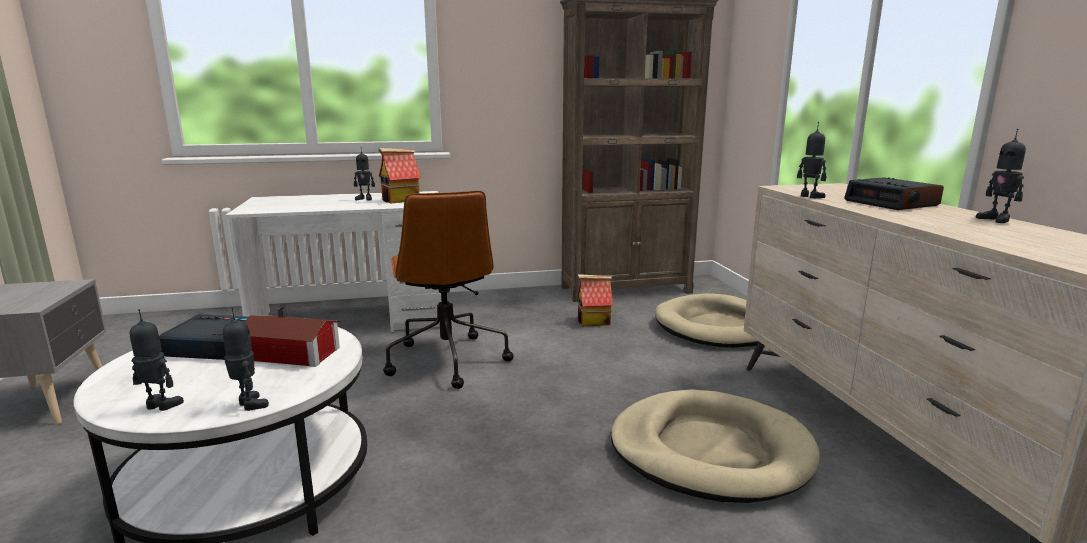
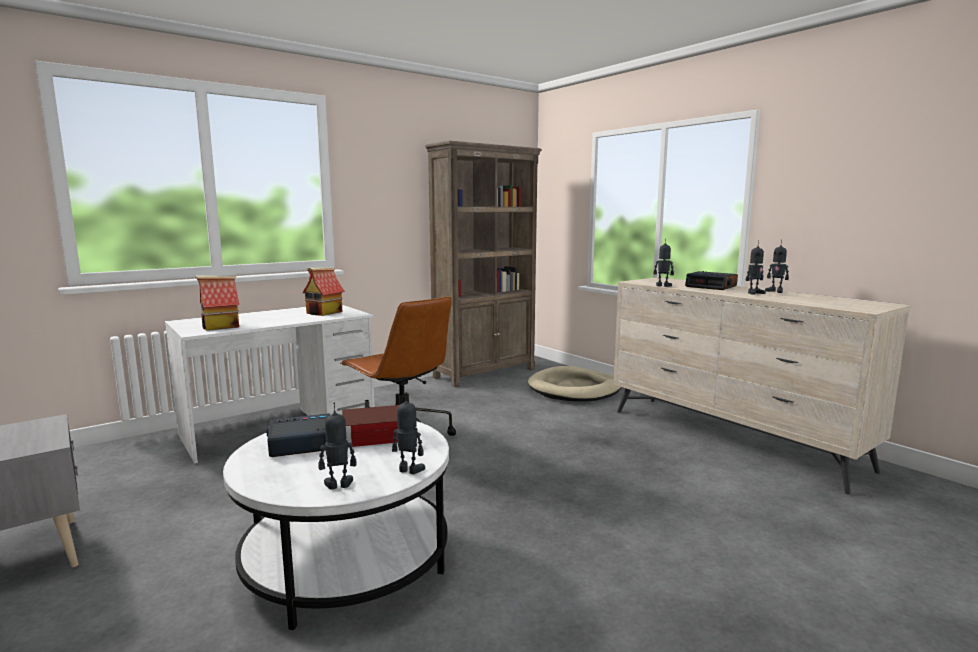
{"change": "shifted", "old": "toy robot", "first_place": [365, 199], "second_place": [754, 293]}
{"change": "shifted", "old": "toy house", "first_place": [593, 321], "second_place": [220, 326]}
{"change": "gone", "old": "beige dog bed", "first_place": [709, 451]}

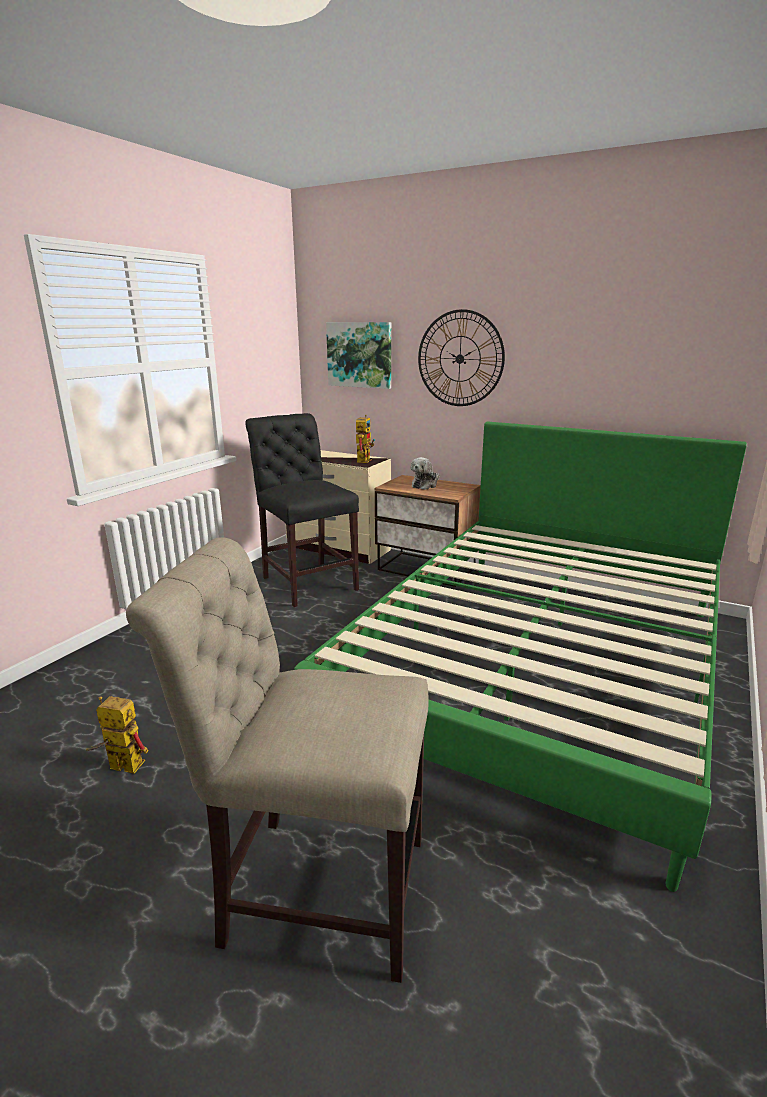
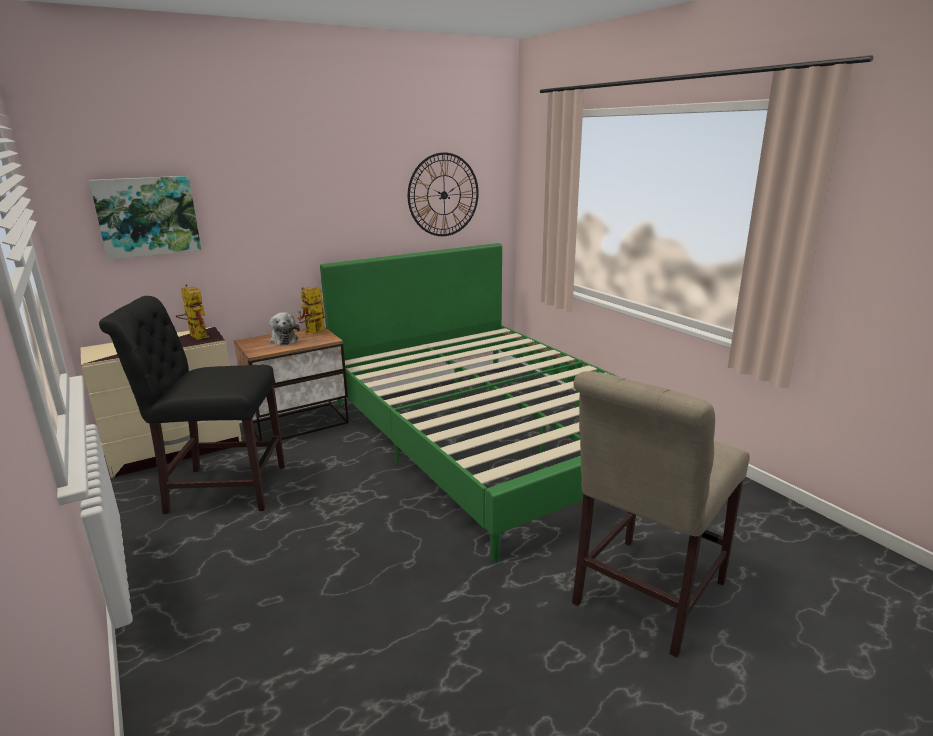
{"change": "shifted", "old": "wall clock", "first_place": [460, 359], "second_place": [443, 195]}
{"change": "shifted", "old": "toy robot", "first_place": [119, 766], "second_place": [312, 332]}

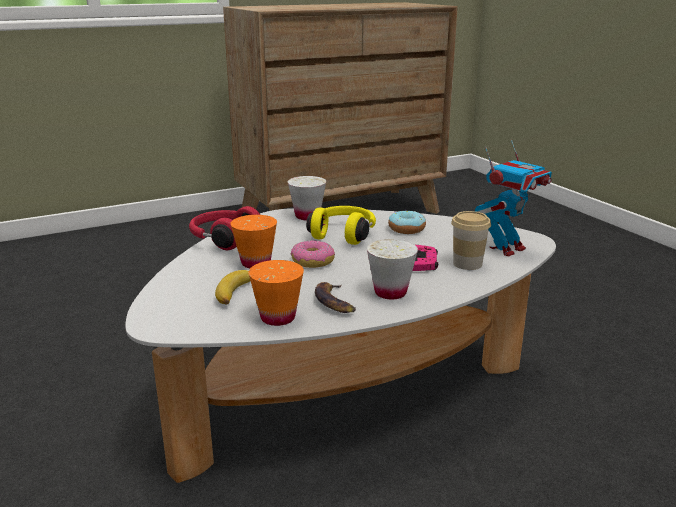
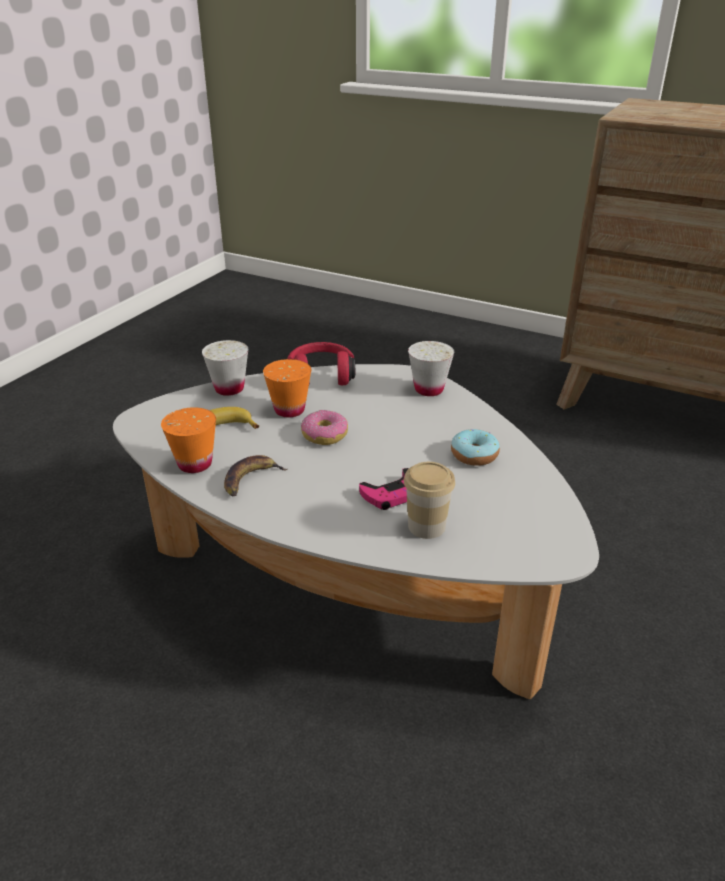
{"change": "gone", "old": "toy robot", "first_place": [507, 249]}
{"change": "gone", "old": "yellow headphones", "first_place": [343, 234]}
{"change": "shifted", "old": "white cup", "first_place": [390, 292], "second_place": [229, 389]}

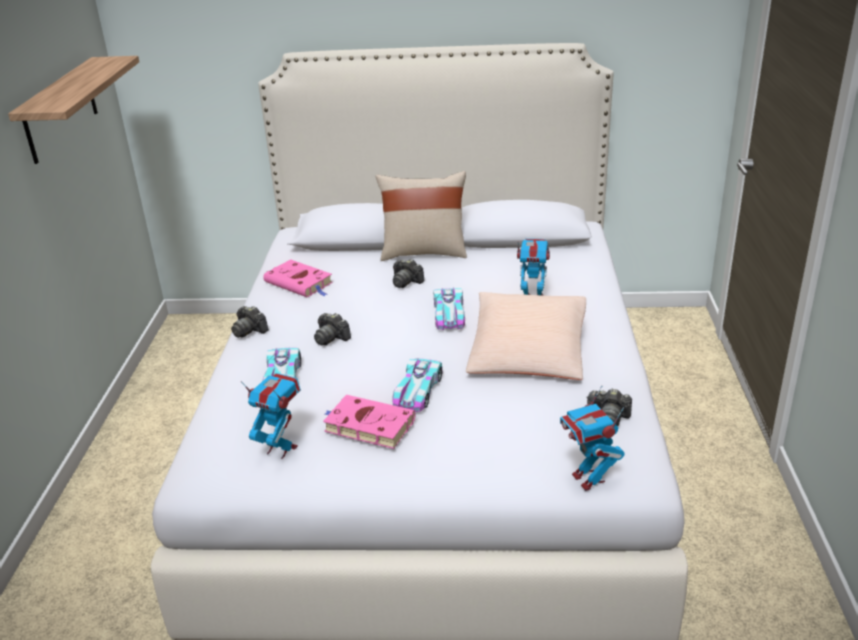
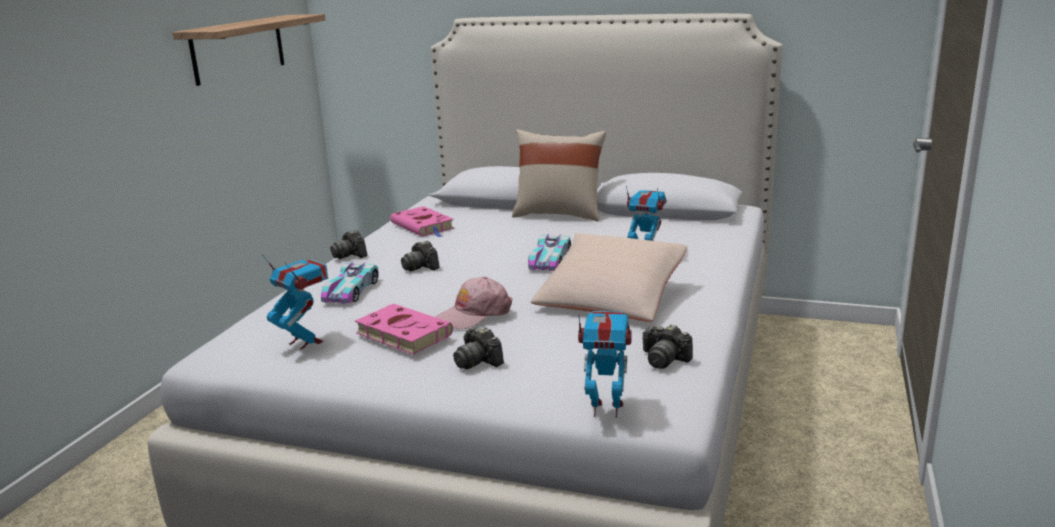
{"change": "shifted", "old": "photo camera", "first_place": [406, 282], "second_place": [478, 361]}
{"change": "swapped", "old": "toy car", "new": "pink cap", "first_place": [418, 390], "second_place": [474, 314]}
{"change": "rotated", "old": "toy robot", "first_place": [588, 479], "second_place": [606, 409], "degrees": 105}

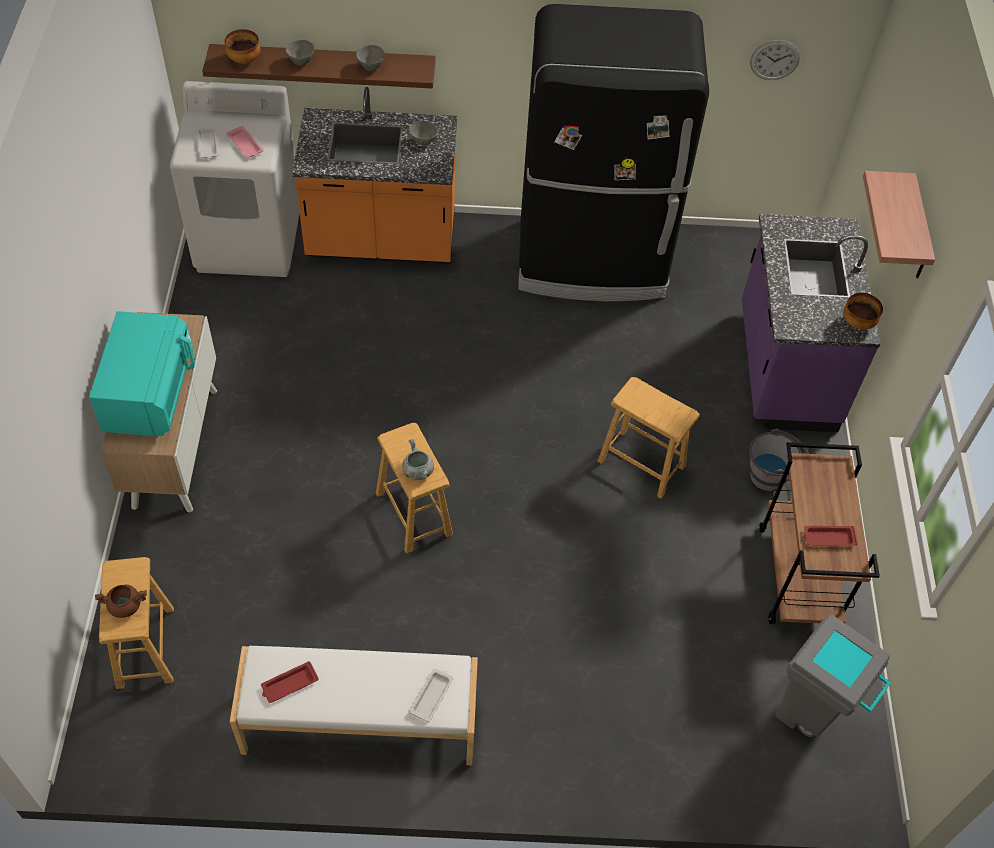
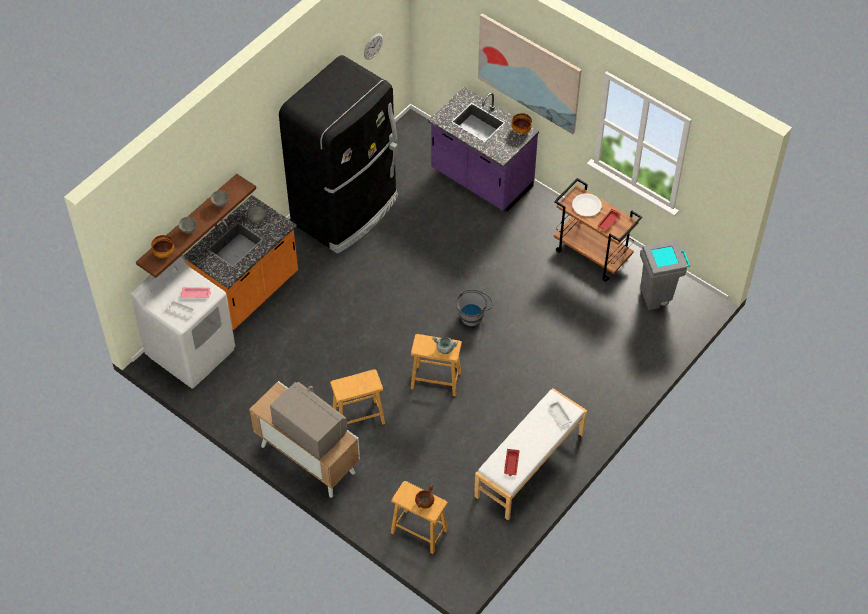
{"change": "swapped", "old": "shelf", "new": "picture", "first_place": [918, 231], "second_place": [529, 73]}
{"change": "repainted", "old": "turquoise microwave", "new": "grey microwave", "first_place": [150, 394], "second_place": [310, 429]}
{"change": "shifted", "old": "brown stool", "first_place": [641, 463], "second_place": [358, 417]}
{"change": "shifted", "old": "grey bucket", "first_place": [774, 477], "second_place": [473, 315]}
{"change": "new", "new": "white plate", "second_place": [586, 205]}

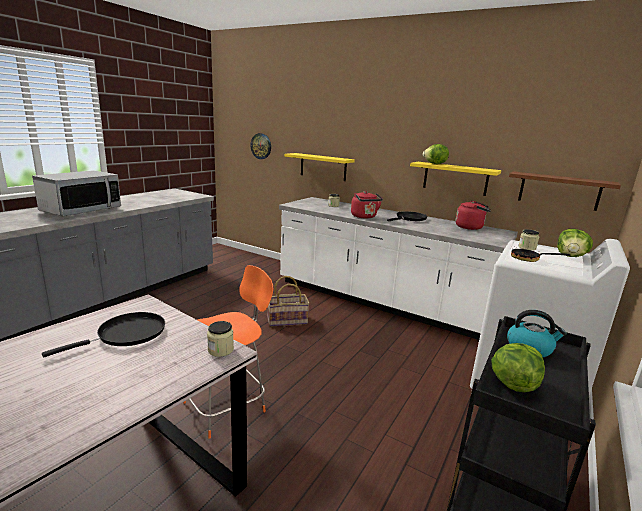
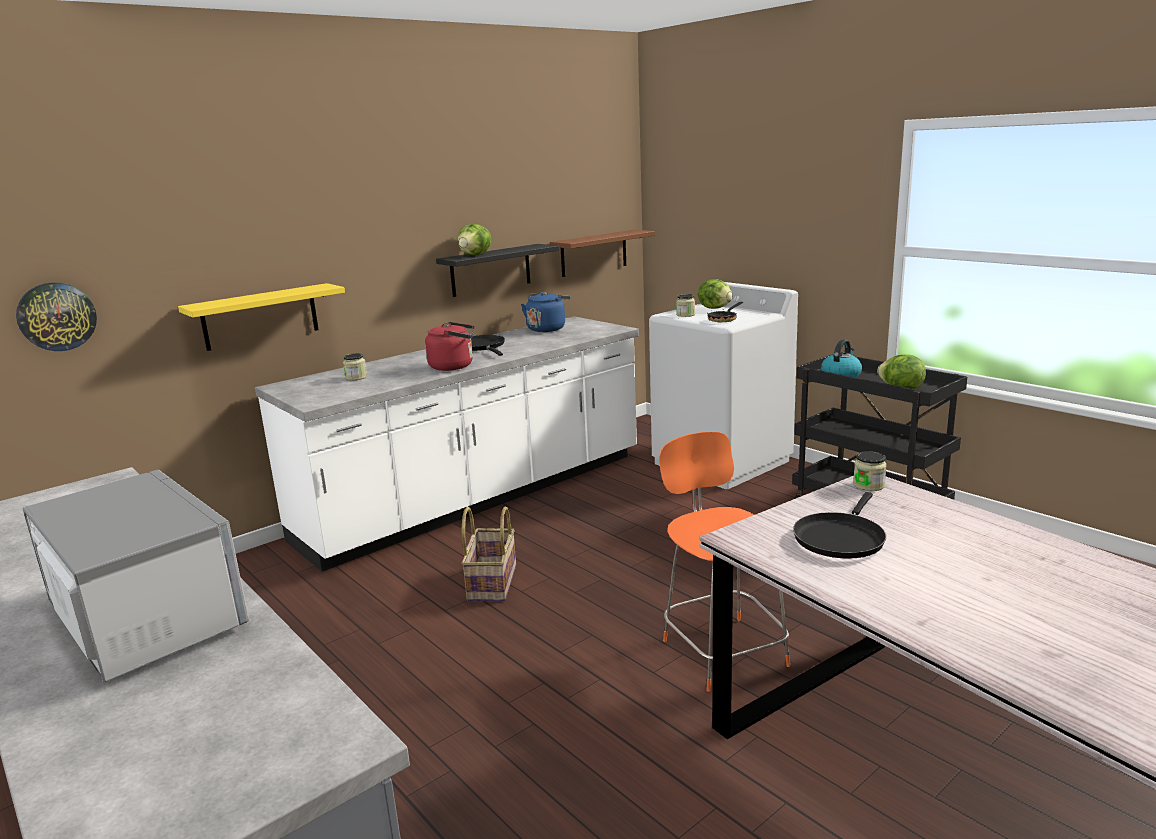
{"change": "repainted", "old": "yellow shelf", "new": "black shelf", "first_place": [455, 178], "second_place": [490, 270]}
{"change": "repainted", "old": "red kettle", "new": "blue kettle", "first_place": [470, 227], "second_place": [547, 329]}
{"change": "rotated", "old": "black frying pan", "first_place": [127, 334], "second_place": [840, 538], "degrees": -120}

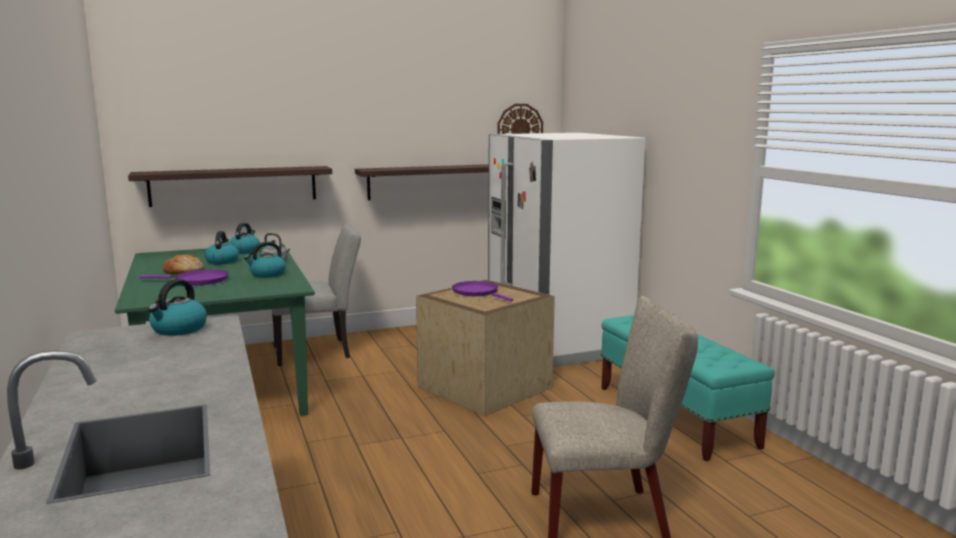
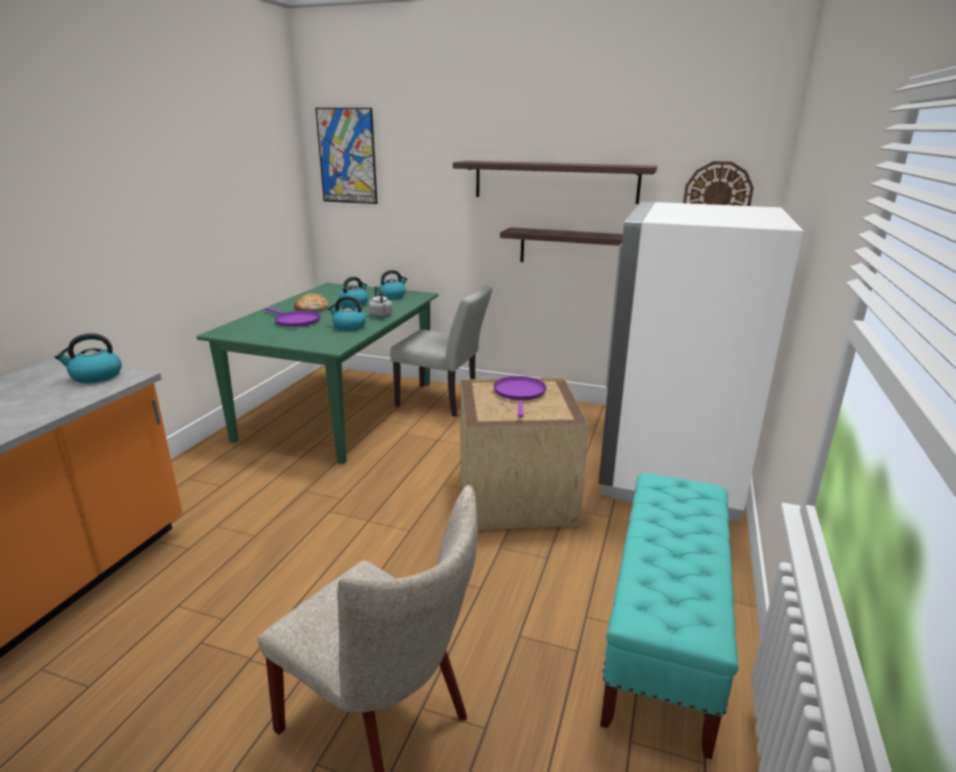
{"change": "shifted", "old": "shelf", "first_place": [234, 185], "second_place": [555, 181]}
{"change": "new", "new": "picture", "second_place": [347, 156]}

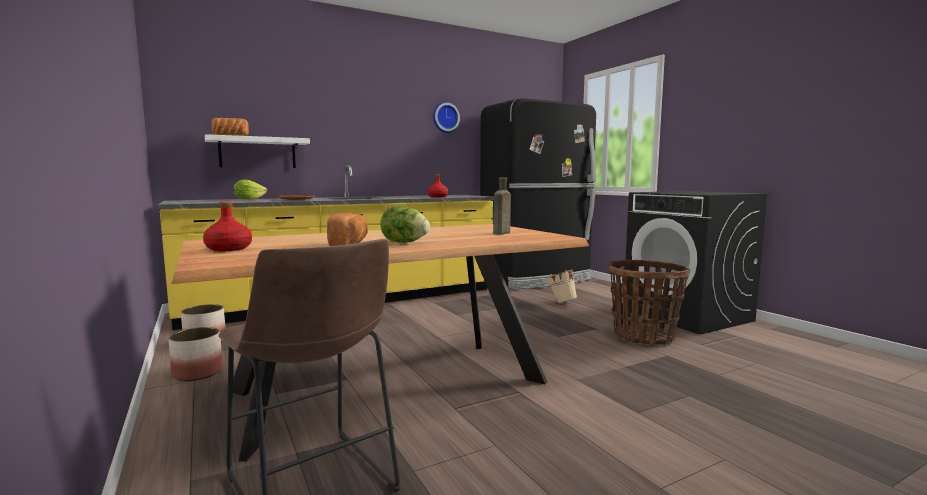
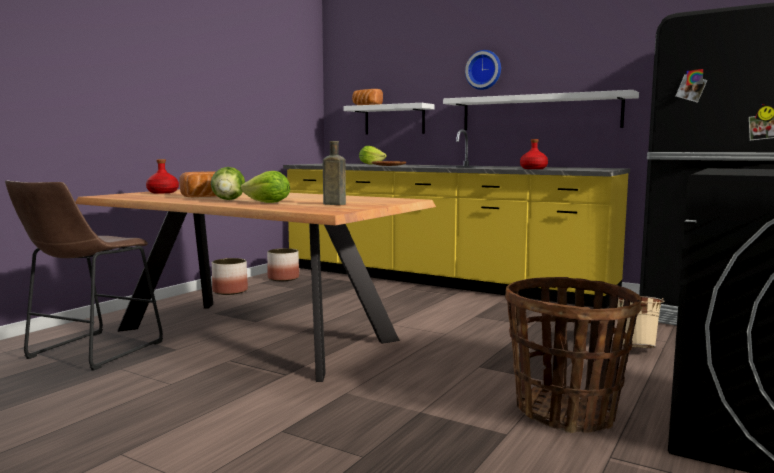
{"change": "shifted", "old": "wall clock", "first_place": [445, 117], "second_place": [484, 70]}
{"change": "new", "new": "white shelf", "second_place": [539, 112]}
{"change": "new", "new": "lettuce", "second_place": [268, 203]}

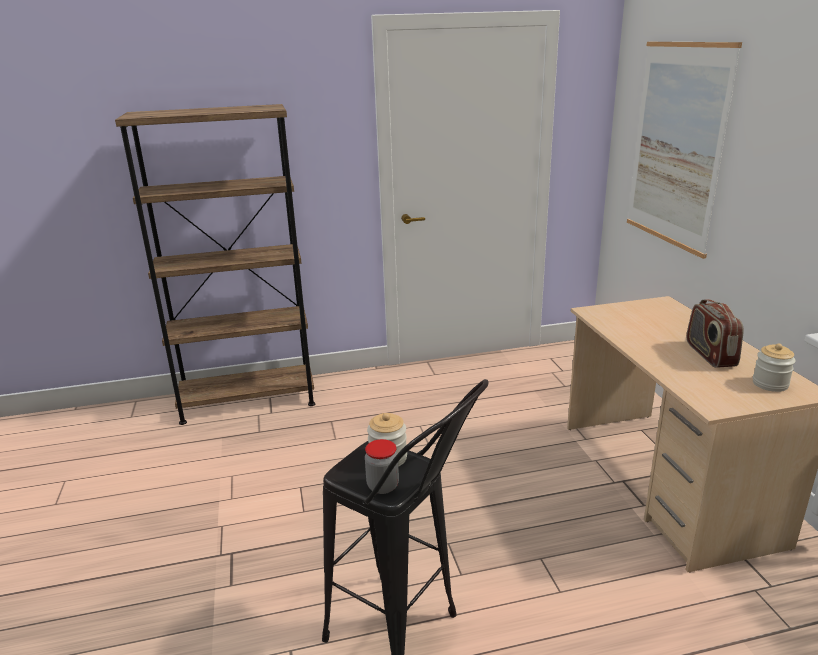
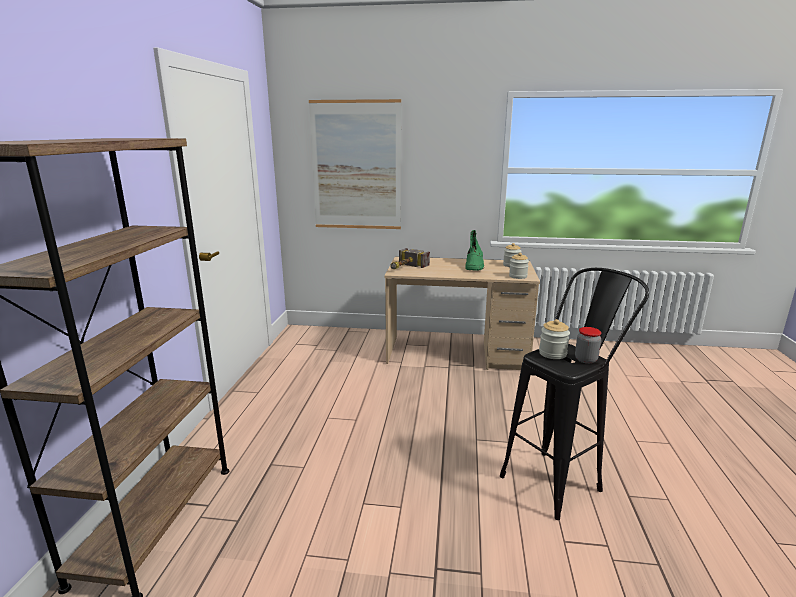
{"change": "swapped", "old": "radio", "new": "green boot", "first_place": [709, 355], "second_place": [474, 266]}
{"change": "new", "new": "hammer", "second_place": [405, 268]}
{"change": "new", "new": "jar", "second_place": [518, 276]}

